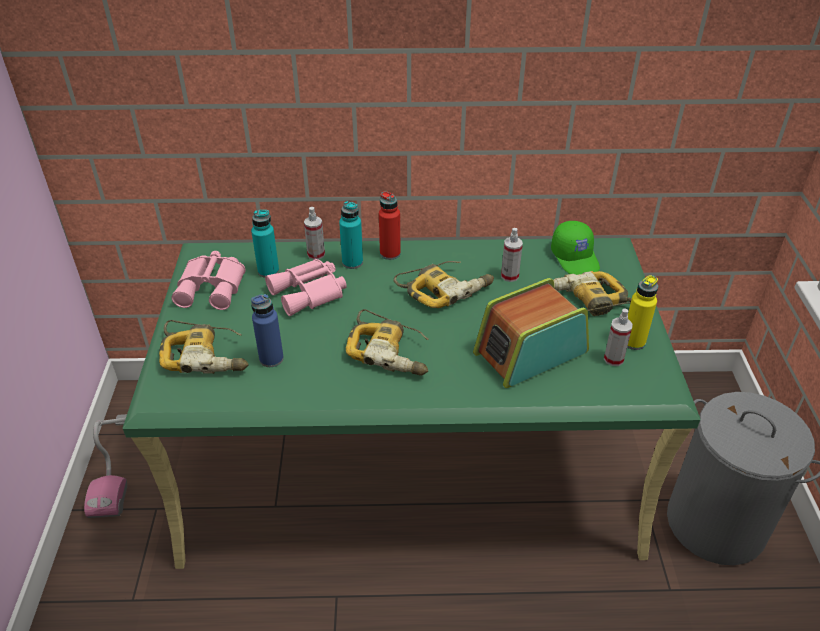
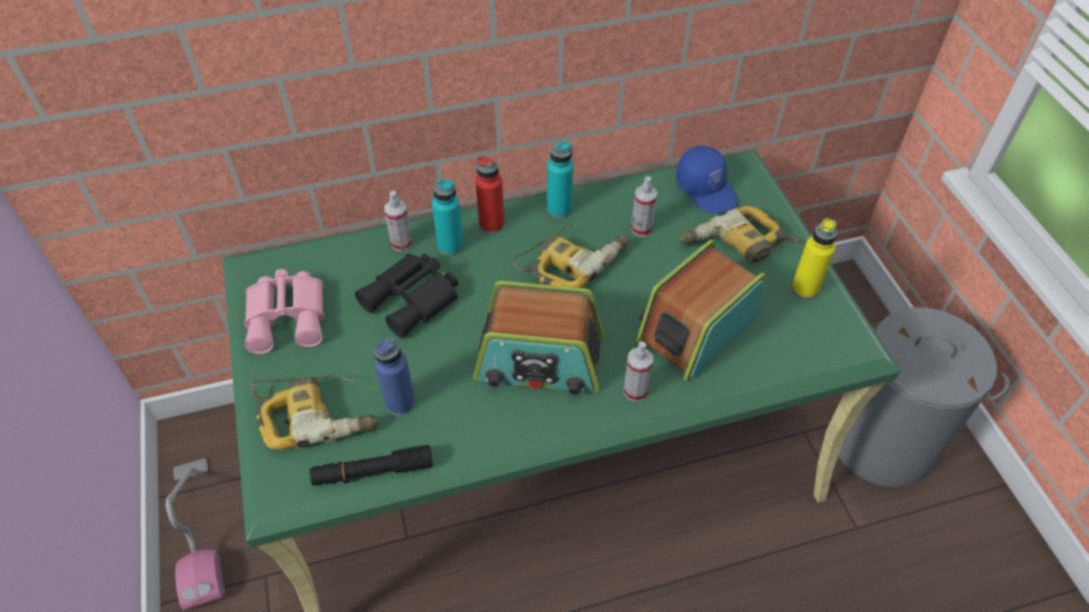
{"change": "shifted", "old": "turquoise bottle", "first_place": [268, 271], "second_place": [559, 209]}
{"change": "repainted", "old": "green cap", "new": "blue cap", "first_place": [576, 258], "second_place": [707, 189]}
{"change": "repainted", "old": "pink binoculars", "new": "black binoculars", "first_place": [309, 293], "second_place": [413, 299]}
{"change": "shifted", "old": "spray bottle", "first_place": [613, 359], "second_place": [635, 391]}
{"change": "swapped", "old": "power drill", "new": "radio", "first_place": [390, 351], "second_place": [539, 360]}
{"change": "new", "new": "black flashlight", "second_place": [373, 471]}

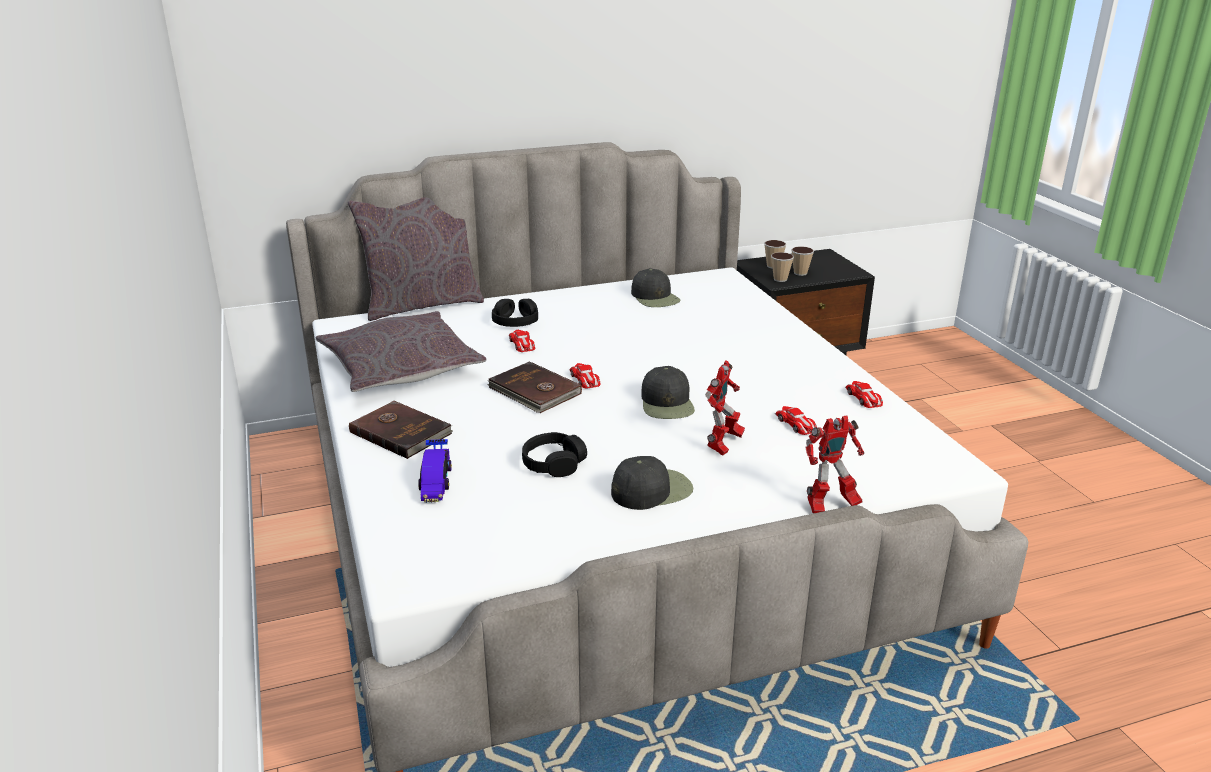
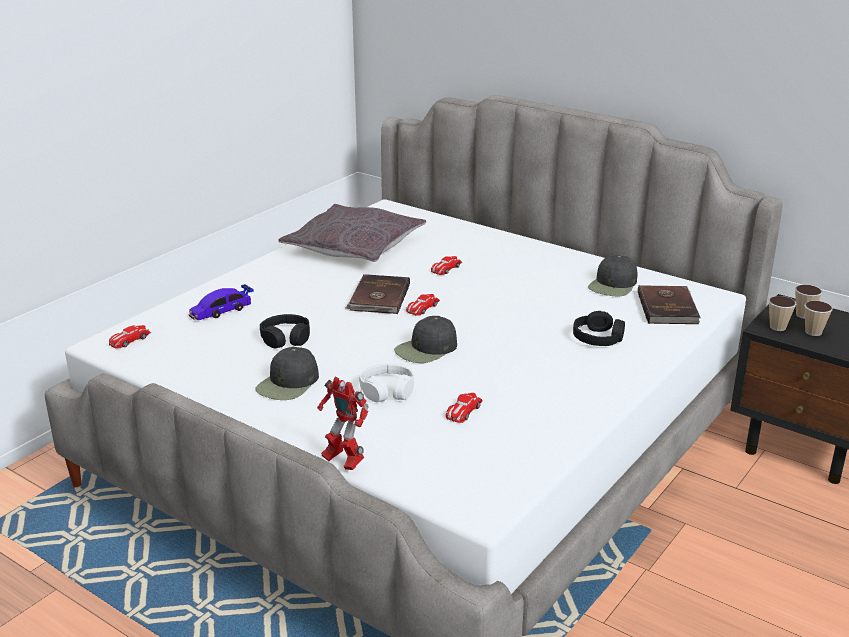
{"change": "gone", "old": "grey pillow", "first_place": [422, 304]}
{"change": "shifted", "old": "black headphones", "first_place": [515, 321], "second_place": [598, 338]}
{"change": "swapped", "old": "toy robot", "new": "white headphones", "first_place": [723, 445], "second_place": [387, 390]}
{"change": "shifted", "old": "toy car", "first_place": [864, 398], "second_place": [129, 340]}
{"change": "shifted", "old": "brown book", "first_place": [401, 432], "second_place": [668, 308]}
{"change": "rotated", "old": "black cap", "first_place": [652, 490], "second_place": [288, 383], "degrees": 90}

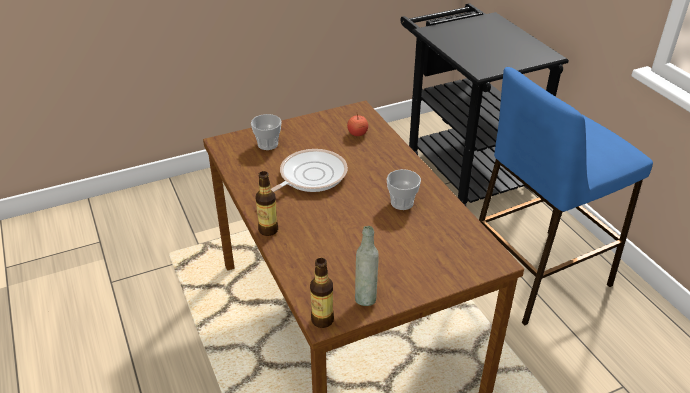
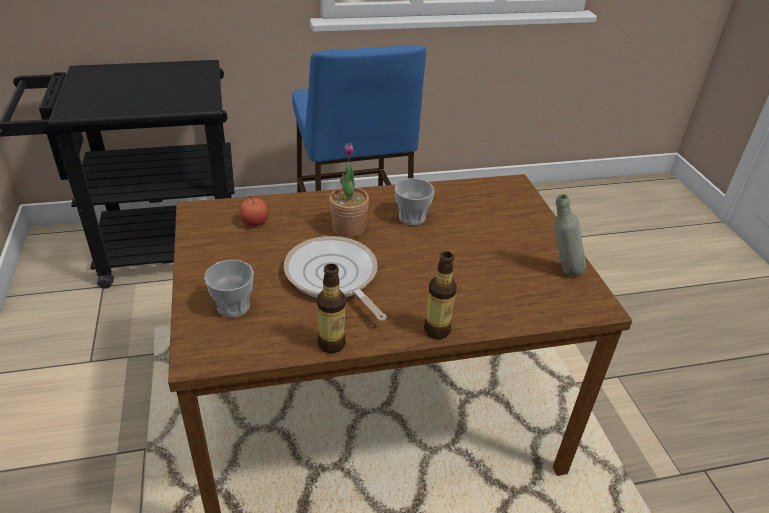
{"change": "shifted", "old": "bottle", "first_place": [322, 320], "second_place": [331, 344]}
{"change": "new", "new": "potted plant", "second_place": [348, 229]}

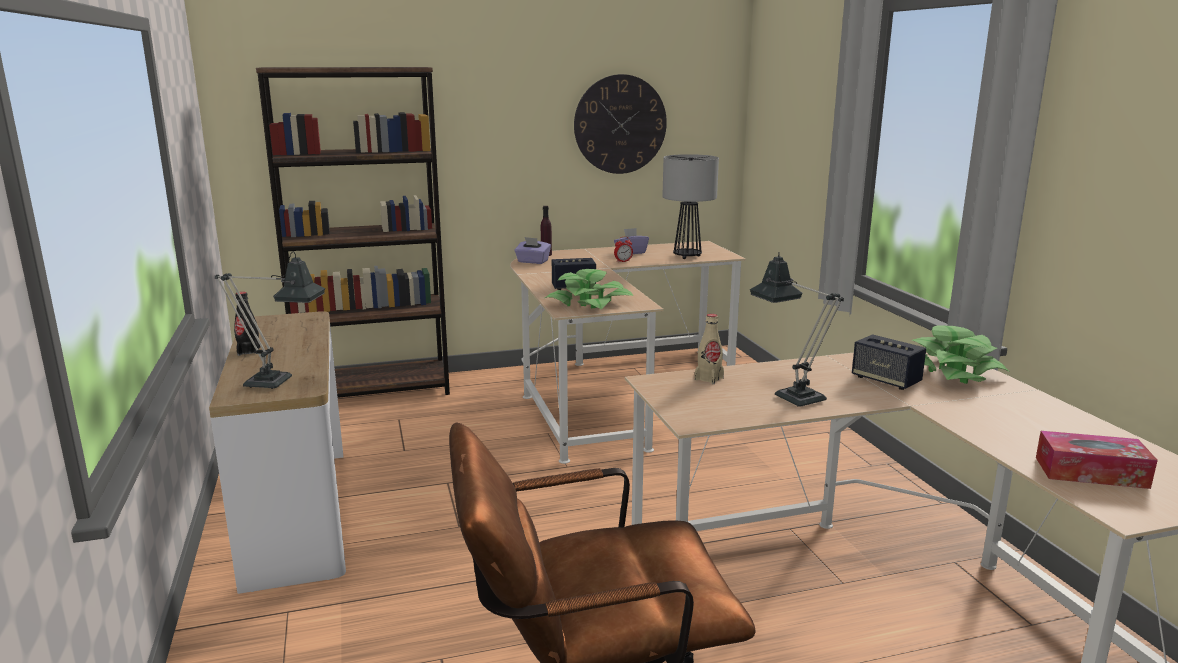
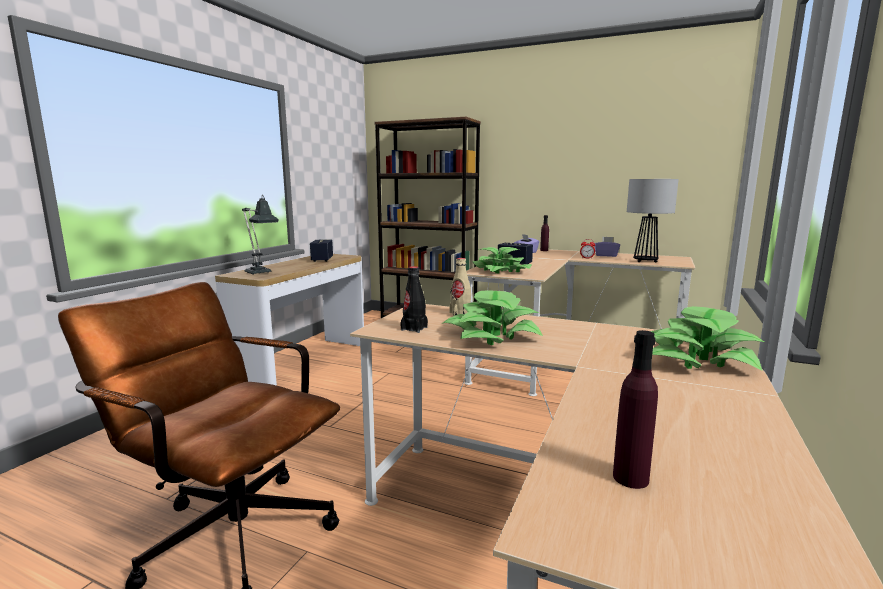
{"change": "gone", "old": "wall clock", "first_place": [620, 124]}
{"change": "swapped", "old": "table lamp", "new": "potted plant", "first_place": [792, 395], "second_place": [491, 335]}
{"change": "shifted", "old": "black bottle", "first_place": [249, 351], "second_place": [414, 328]}
{"change": "shifted", "old": "speaker", "first_place": [886, 380], "second_place": [322, 259]}
{"change": "swapped", "old": "tissue box", "new": "purple bottle", "first_place": [1091, 472], "second_place": [630, 478]}

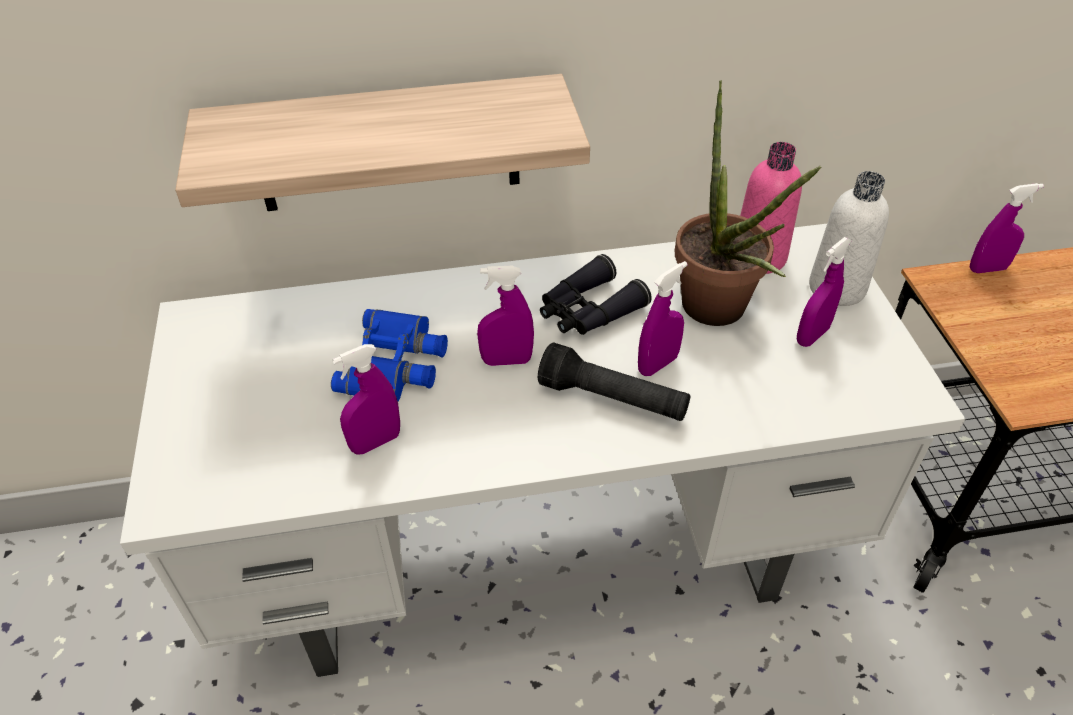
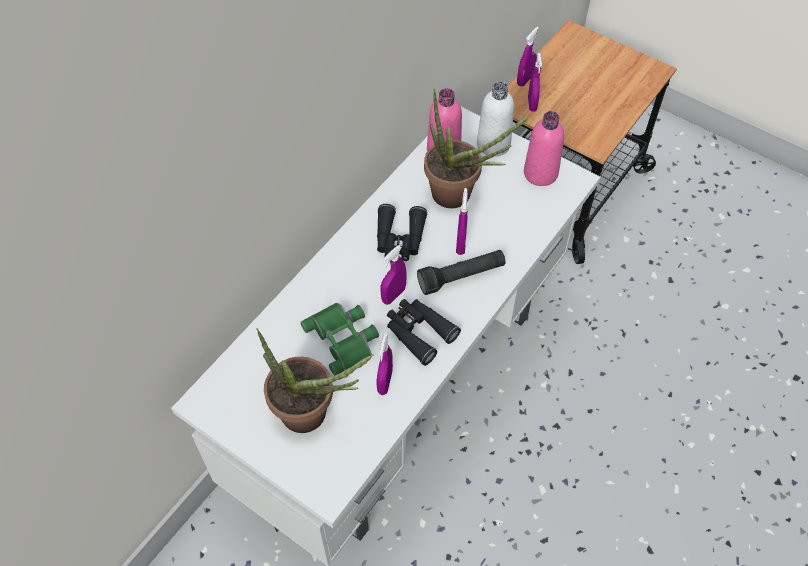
{"change": "gone", "old": "shelf", "first_place": [388, 145]}
{"change": "shifted", "old": "purple spray bottle", "first_place": [812, 336], "second_place": [532, 104]}
{"change": "repainted", "old": "blue binoculars", "new": "green binoculars", "first_place": [396, 363], "second_place": [344, 338]}
{"change": "new", "new": "pink bottle", "second_place": [540, 173]}
{"change": "new", "new": "black binoculars", "second_place": [418, 332]}
{"change": "new", "new": "potted plant", "second_place": [313, 416]}

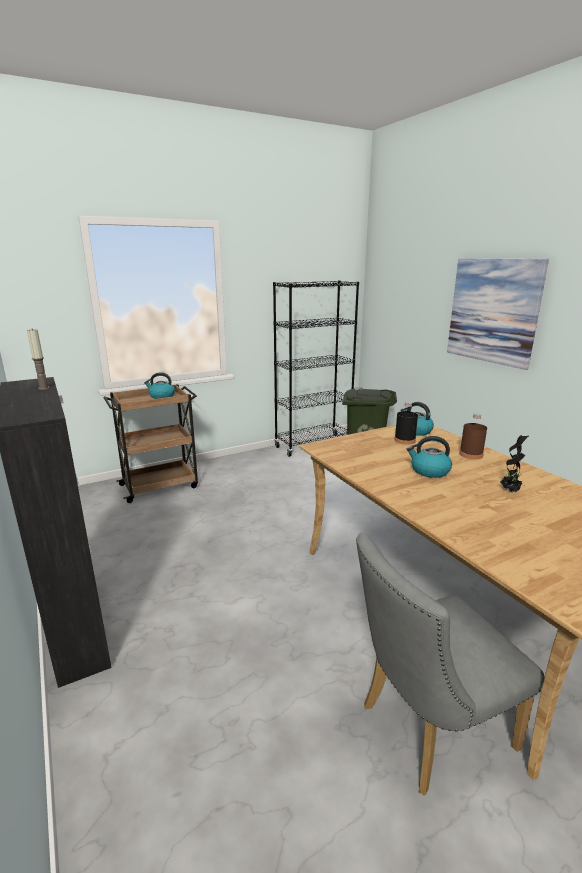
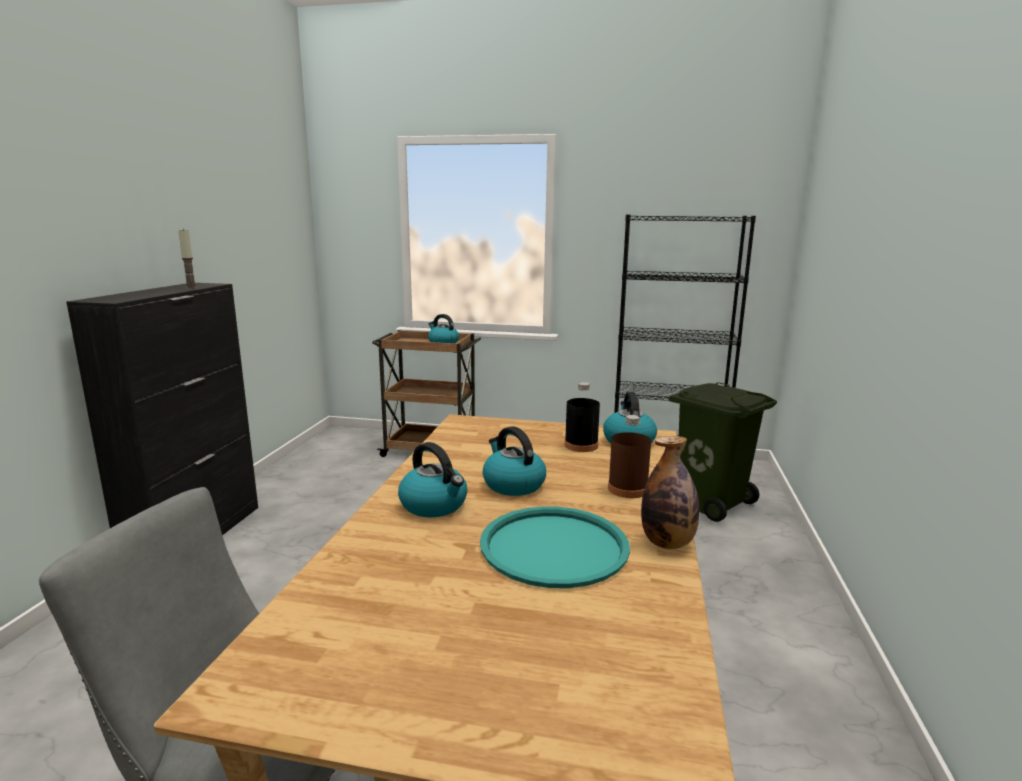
{"change": "gone", "old": "picture", "first_place": [493, 311]}
{"change": "swapped", "old": "potted plant", "new": "turquoise tray", "first_place": [510, 491], "second_place": [553, 547]}
{"change": "new", "new": "bottle", "second_place": [667, 543]}
{"change": "new", "new": "kettle", "second_place": [434, 505]}

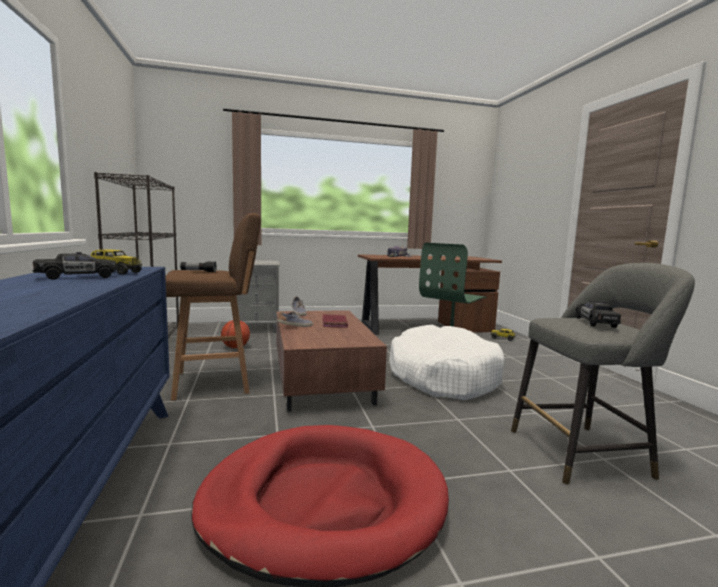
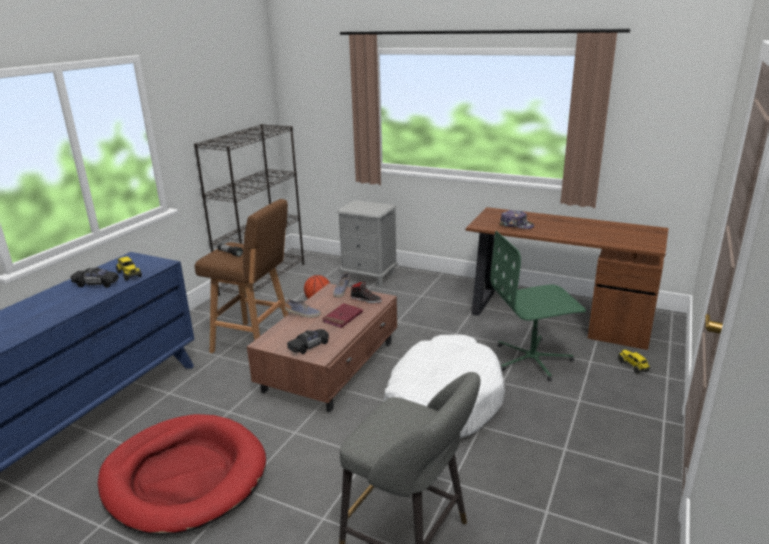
{"change": "shifted", "old": "black toy car", "first_place": [595, 323], "second_place": [309, 346]}
{"change": "new", "new": "black shoe", "second_place": [366, 299]}

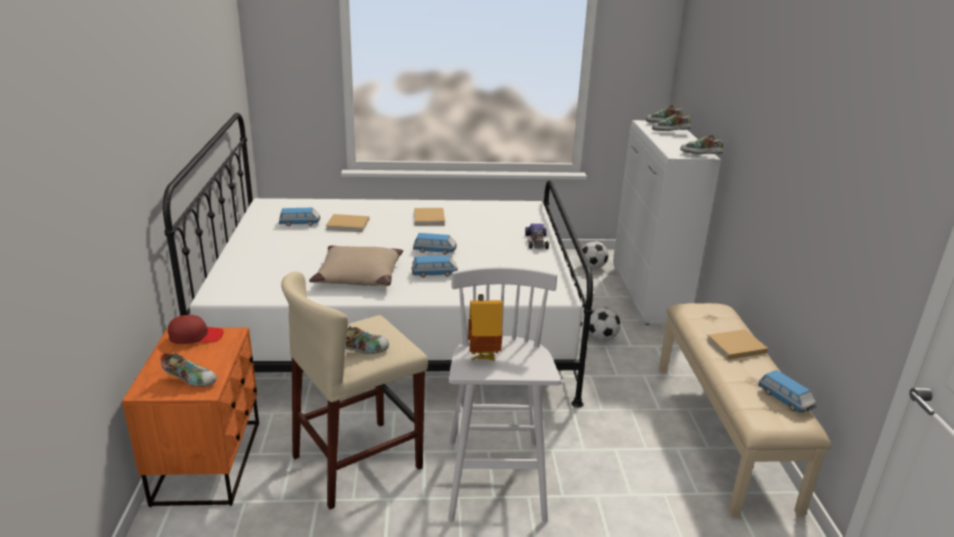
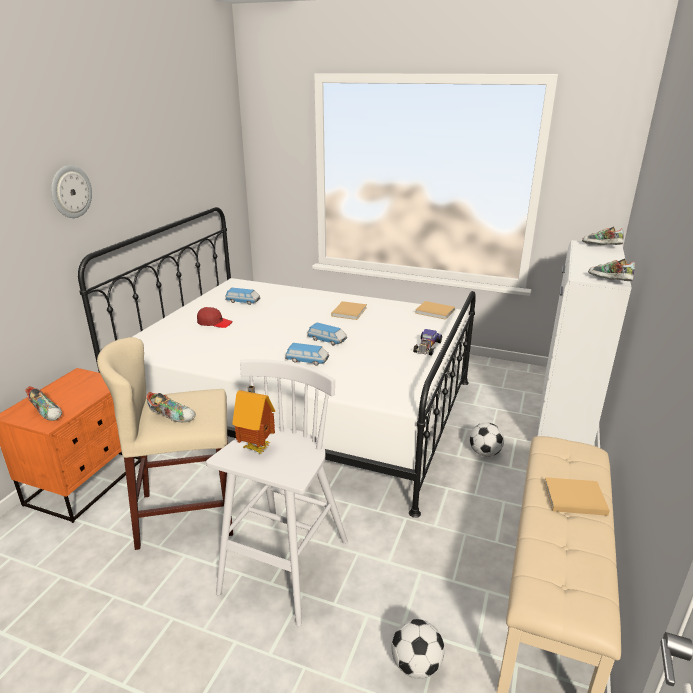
{"change": "gone", "old": "shoe", "first_place": [670, 133]}
{"change": "shifted", "old": "beige book", "first_place": [349, 225], "second_place": [436, 312]}
{"change": "shifted", "old": "football", "first_place": [592, 267], "second_place": [416, 664]}
{"change": "gone", "old": "beige pillow", "first_place": [358, 276]}
{"change": "shifted", "old": "red cap", "first_place": [196, 336], "second_place": [214, 323]}
{"change": "gone", "old": "toy car", "first_place": [785, 400]}
{"change": "new", "new": "wall clock", "second_place": [70, 191]}

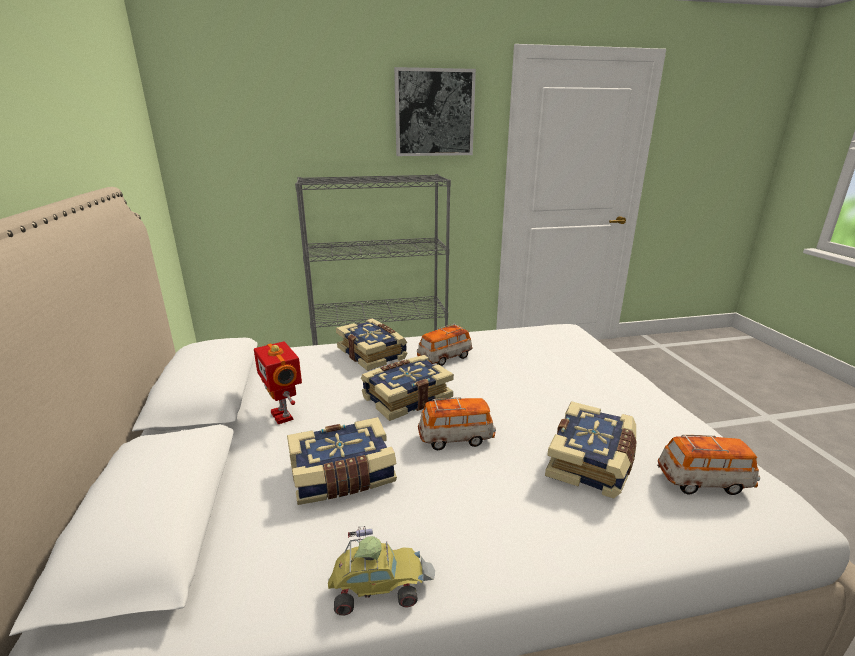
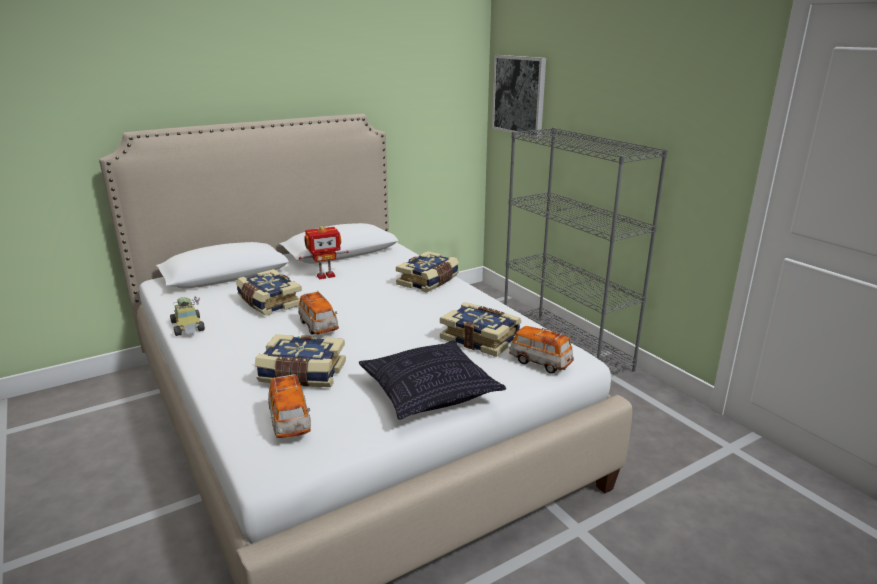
{"change": "shifted", "old": "picture", "first_place": [434, 113], "second_place": [519, 95]}
{"change": "shifted", "old": "toy car", "first_place": [444, 358], "second_place": [540, 362]}
{"change": "rotated", "old": "toy robot", "first_place": [284, 415], "second_place": [325, 276], "degrees": -150}
{"change": "shifted", "old": "book", "first_place": [406, 397], "second_place": [481, 339]}
{"change": "new", "new": "pillow", "second_place": [430, 393]}

